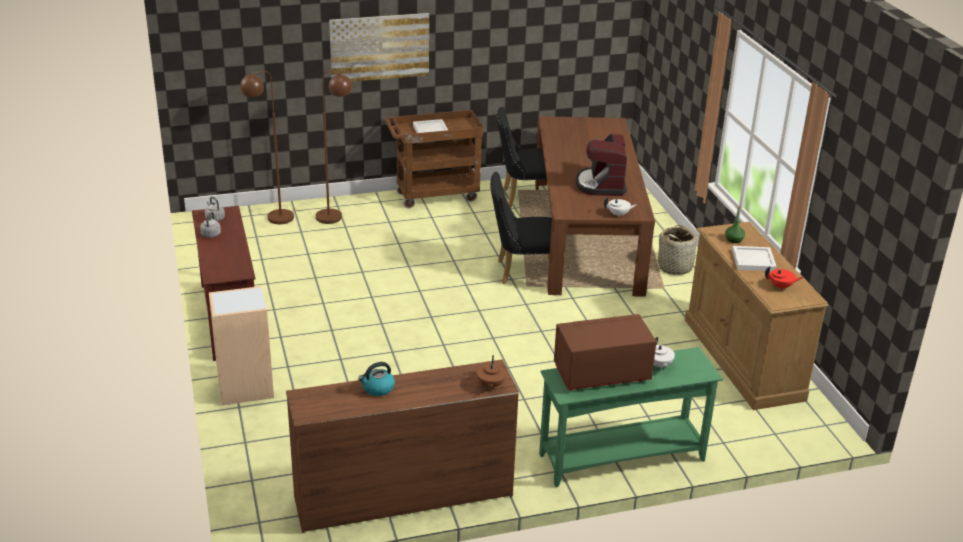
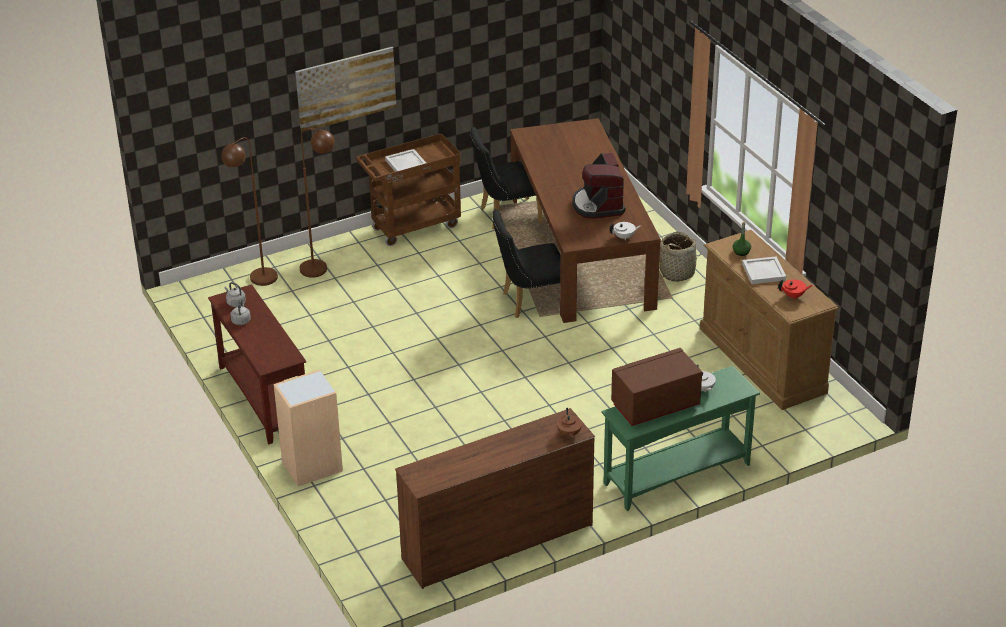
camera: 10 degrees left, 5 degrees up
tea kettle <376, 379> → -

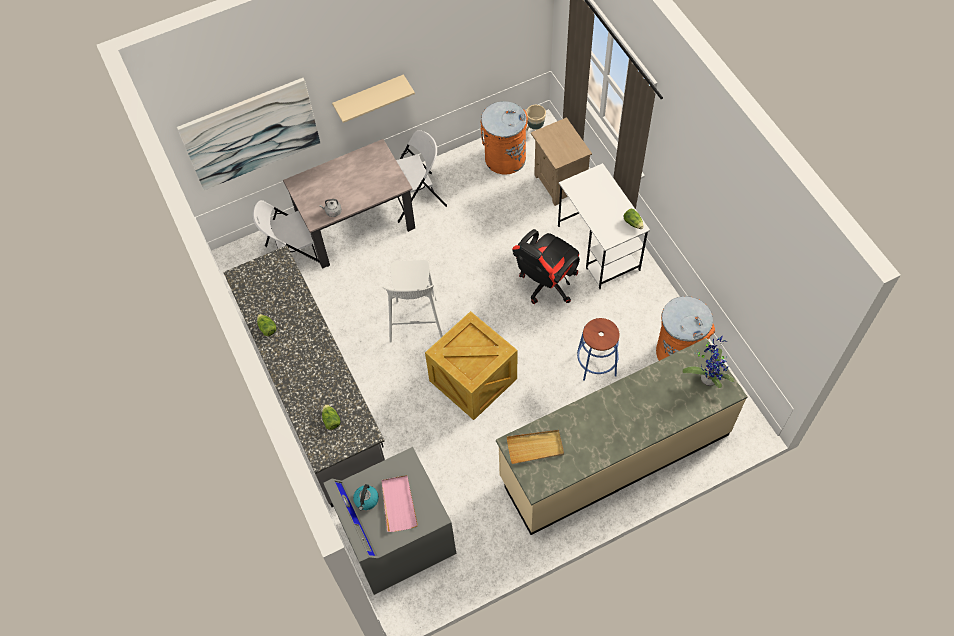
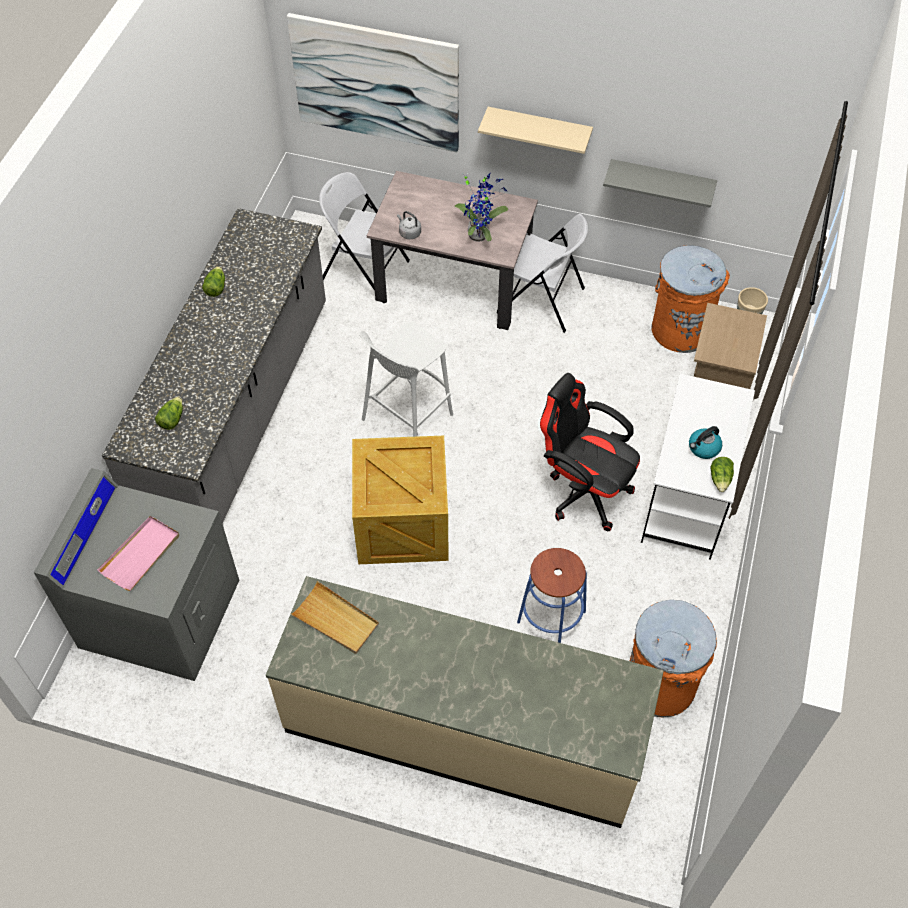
camera: 40 degrees right, 5 degrees down
tea kettle <366, 497> → tea kettle <705, 442>, moved
computer chair (black) <546, 266> → computer chair (black) <590, 452>, 45 degrees clockwise
plant in a pot <708, 362> → plant in a pot <481, 207>, moved
- → shelf (grey) <660, 183>

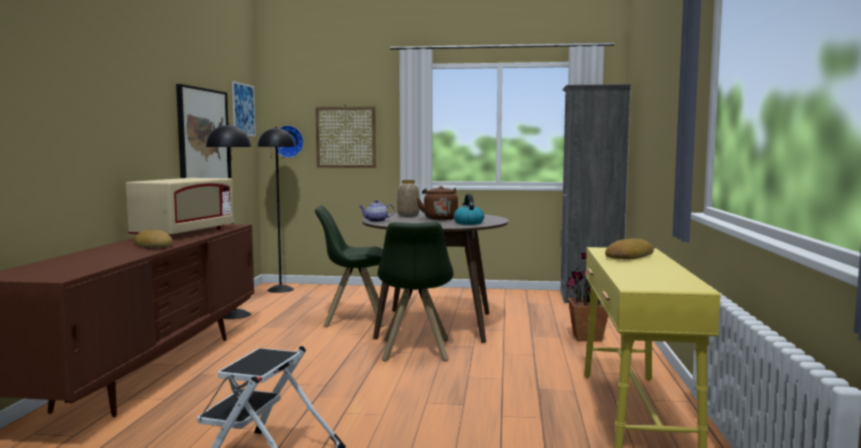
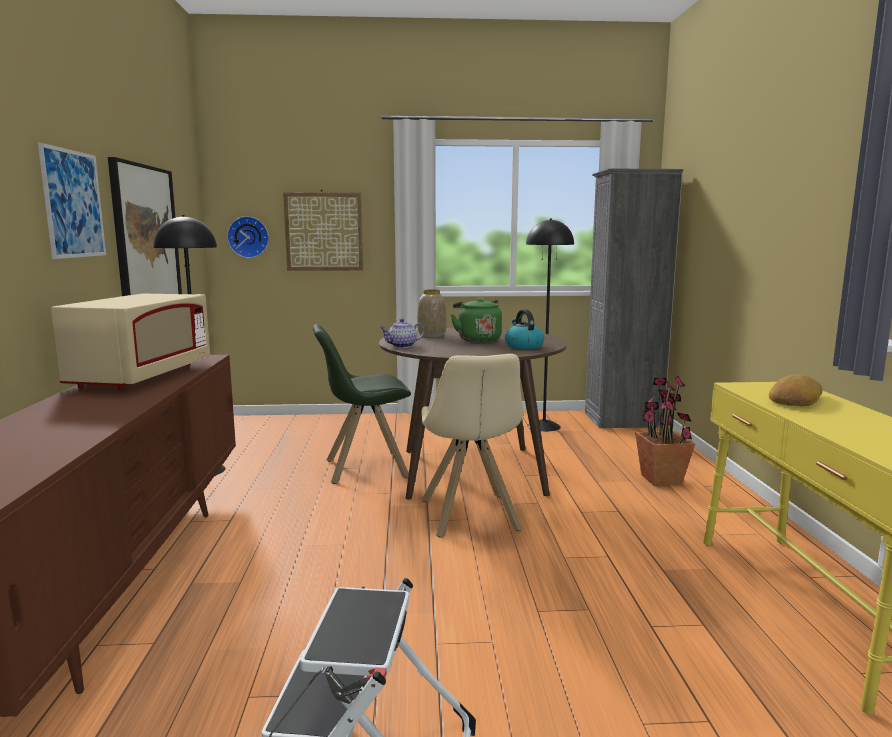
camera: 10 degrees left, 5 degrees up
bakery bread <153, 238> → -
wall art <244, 108> → wall art <72, 201>, moved
floor lamp (black) <276, 210> → floor lamp (black) <550, 325>, moved
chair (greenish) <415, 291> → chair (sand-coloured) <472, 446>
tea kettle (brown-coloured) <437, 203> → tea kettle (greenish) <476, 320>

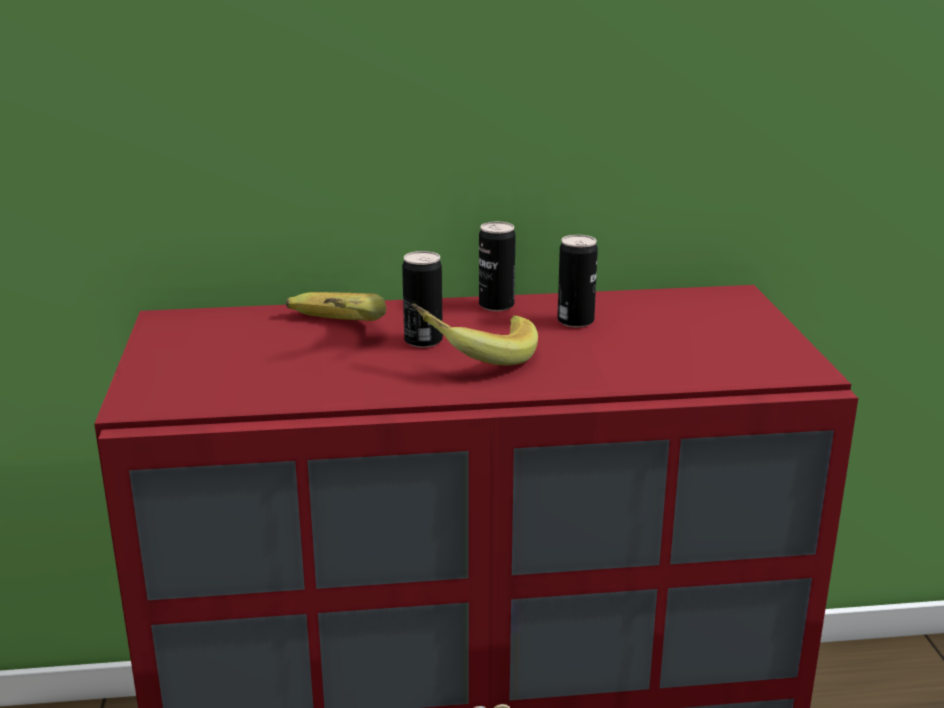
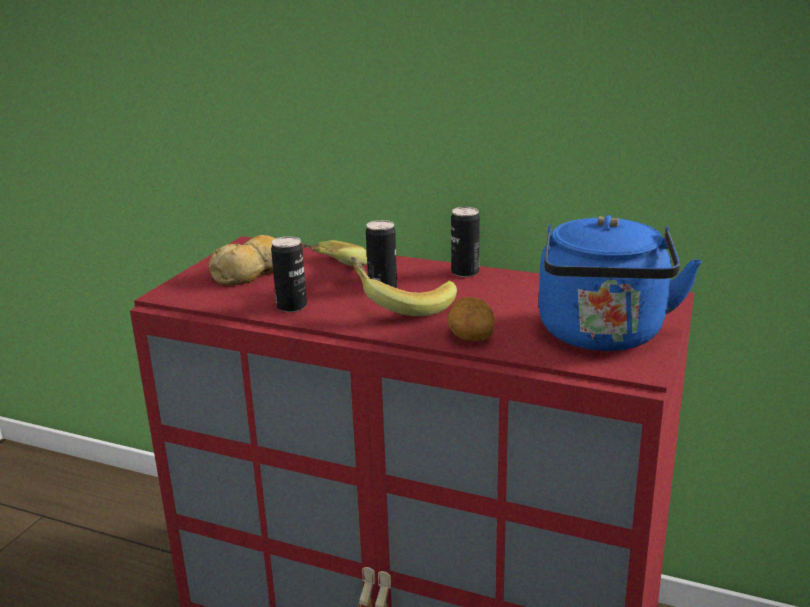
camera: 30 degrees right, 0 degrees up
can <577, 281> → can <289, 274>, moved
- → bakery bread <242, 260>
- → whole potato <470, 319>
- → tea kettle (blue) <620, 283>

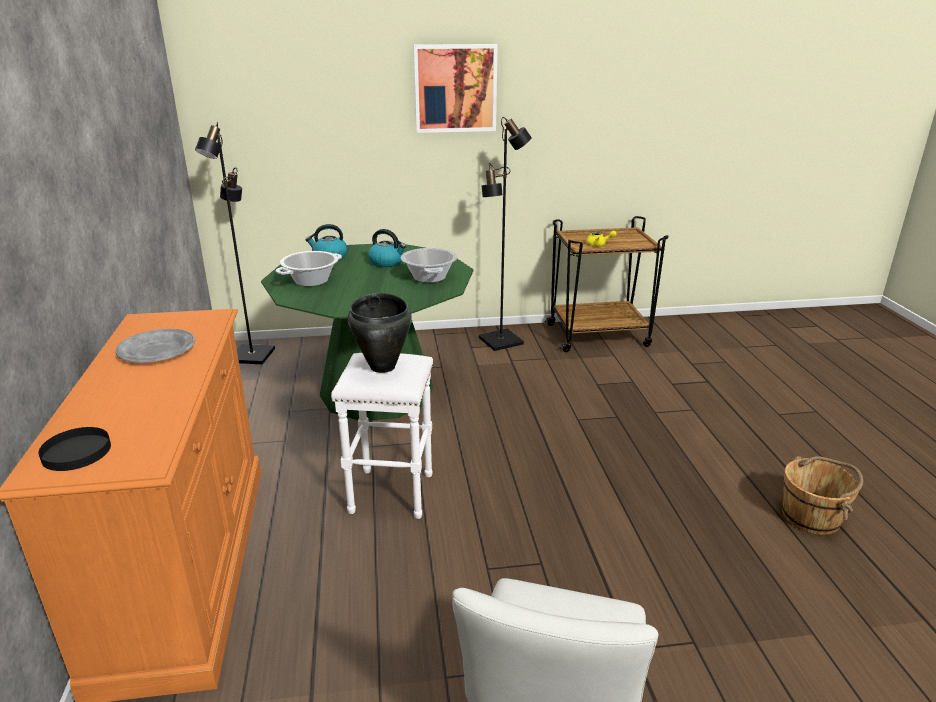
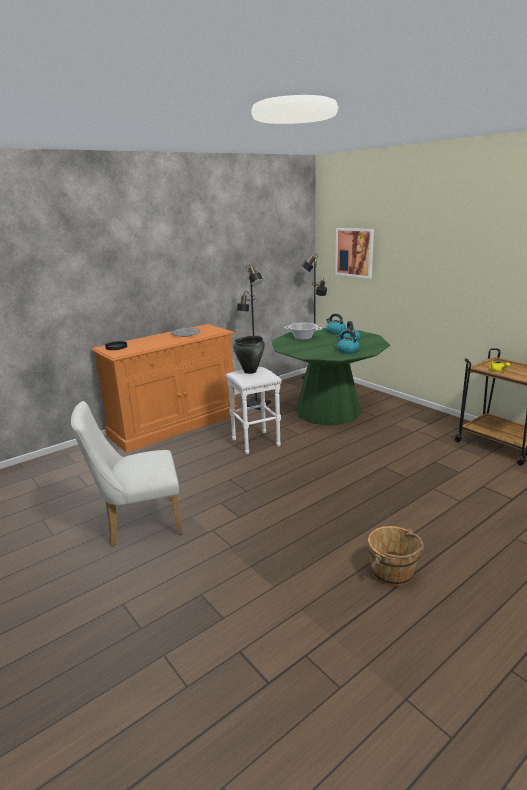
camera: 60 degrees right, 5 degrees down
cooking pot <429, 265> → tea kettle <348, 342>
wall art <455, 88> → wall art <354, 253>, moved
floor lamp (black) <505, 234> → floor lamp (black) <254, 337>, moved

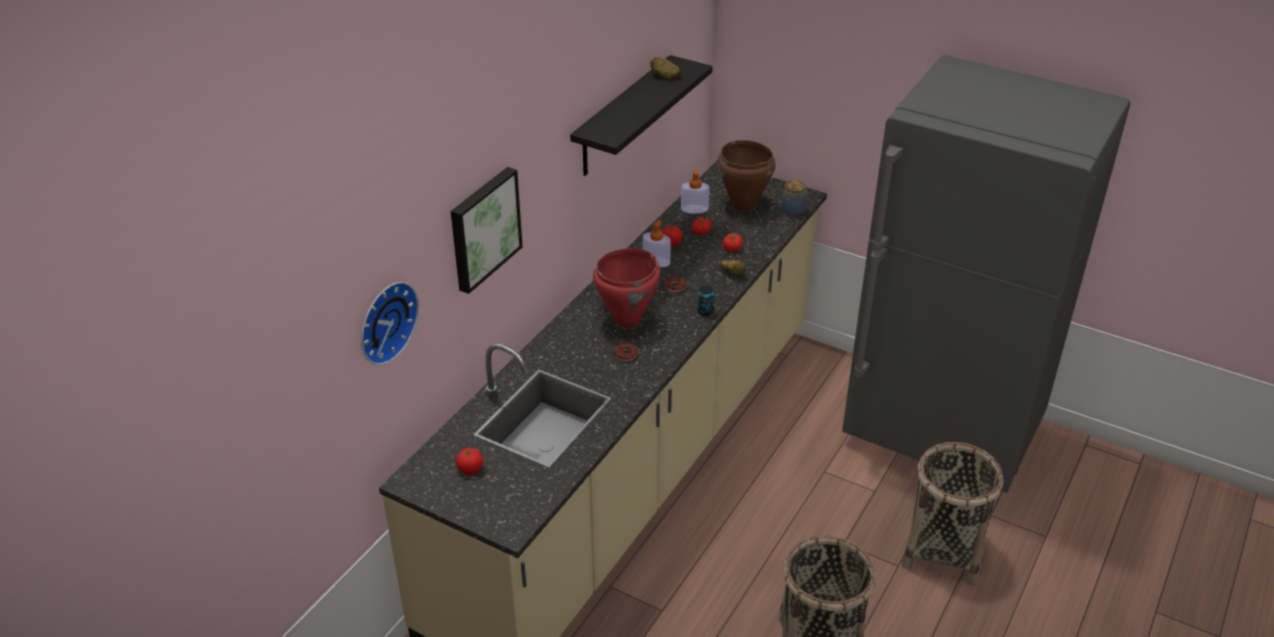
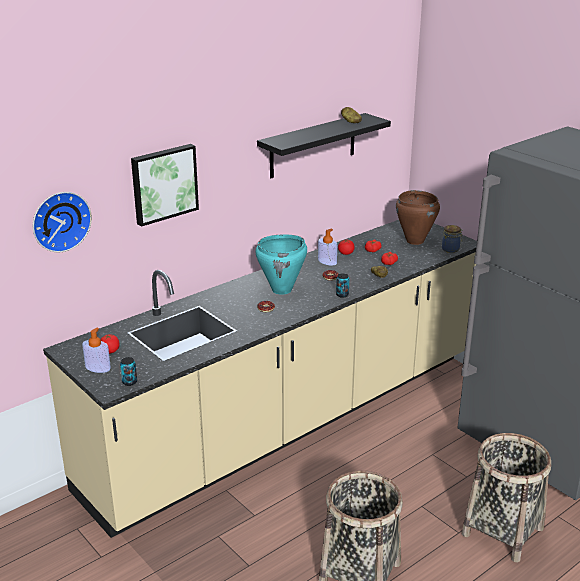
camera: 20 degrees right, 10 degrees down
cooking pot (red-coloured) <626, 288> → cooking pot (blue-green) <281, 265>
soap bottle <695, 191> → soap bottle <96, 350>, moved
- → can <128, 371>

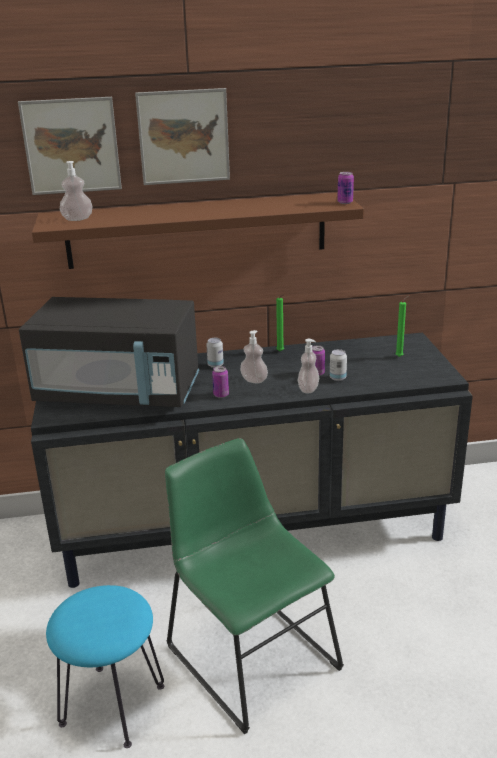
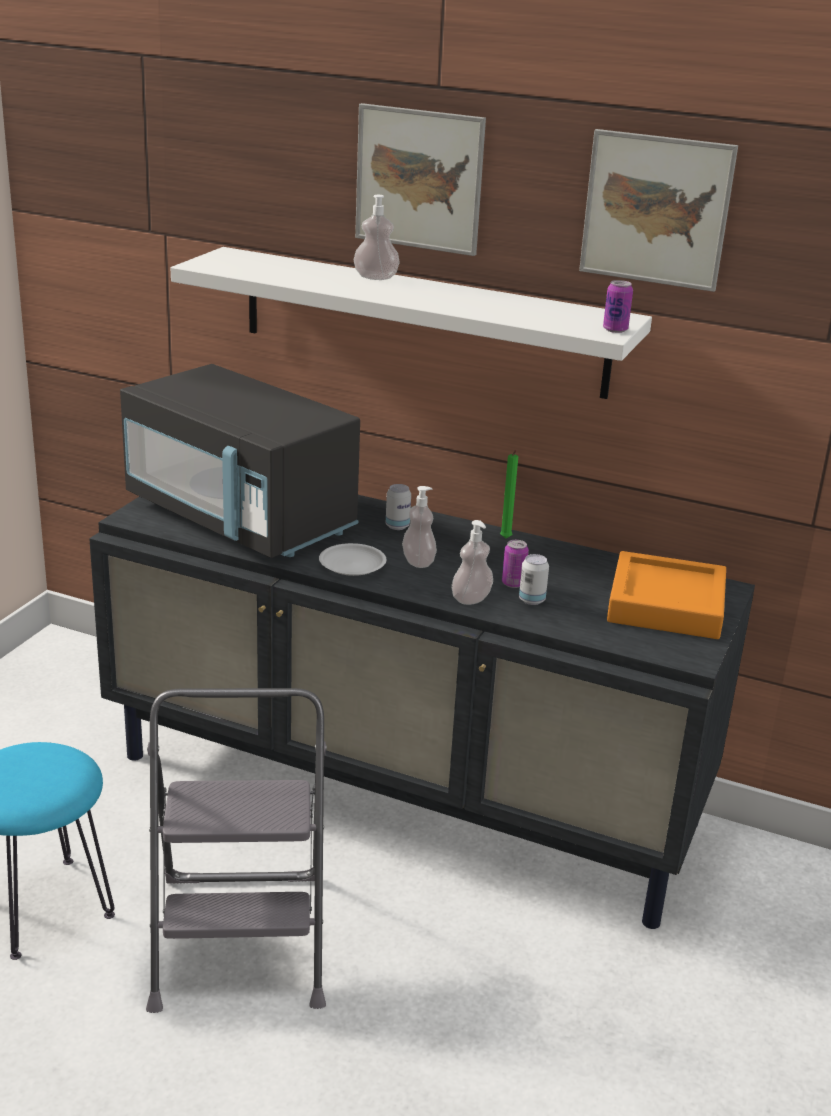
camera: 30 degrees right, 0 degrees up
wall art <70, 146> → wall art <658, 210>, moved
shelf (brown-coloured) <198, 231> → shelf (white) <411, 323>
soap bottle <76, 191> → soap bottle <377, 237>, moved
chair (greenish) <254, 586> → step ladder (grey) <236, 850>
can <220, 382> → plate (white) <353, 559>
wax candle (greenish) <401, 326> → tray (orange-coloured) <666, 595>

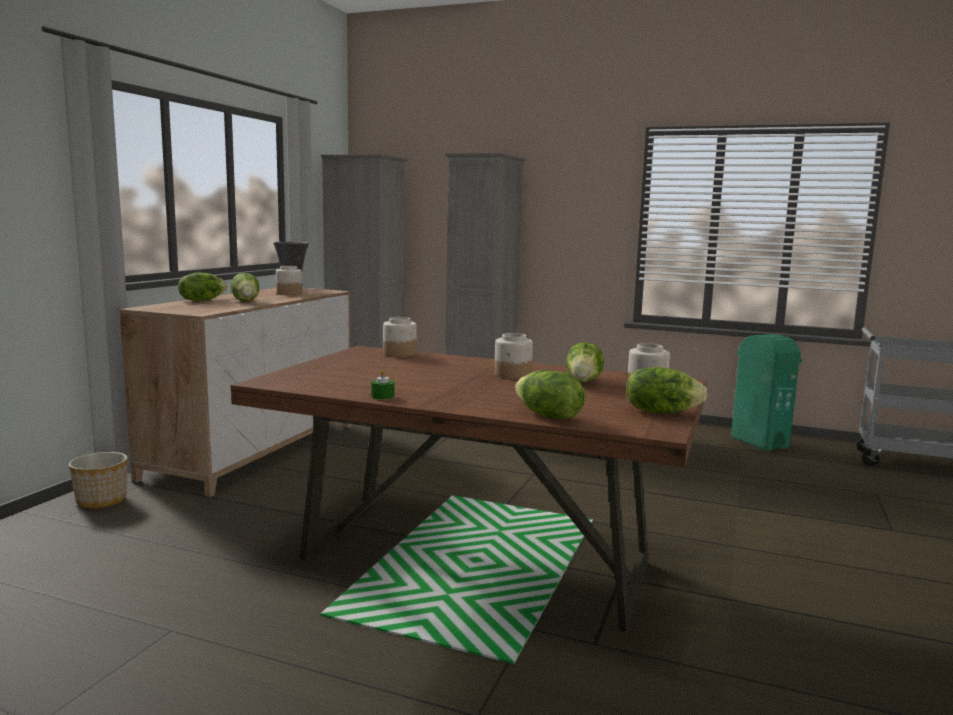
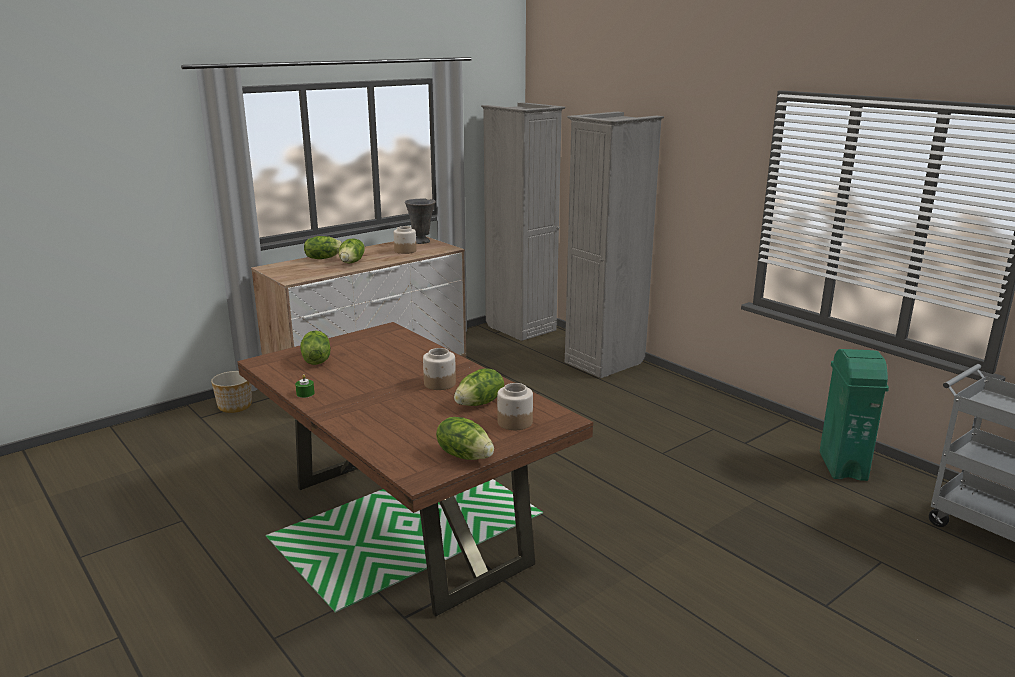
camera: 30 degrees right, 10 degrees up
jar <400, 337> → -
lettuce head <550, 394> → lettuce head <315, 347>, moved

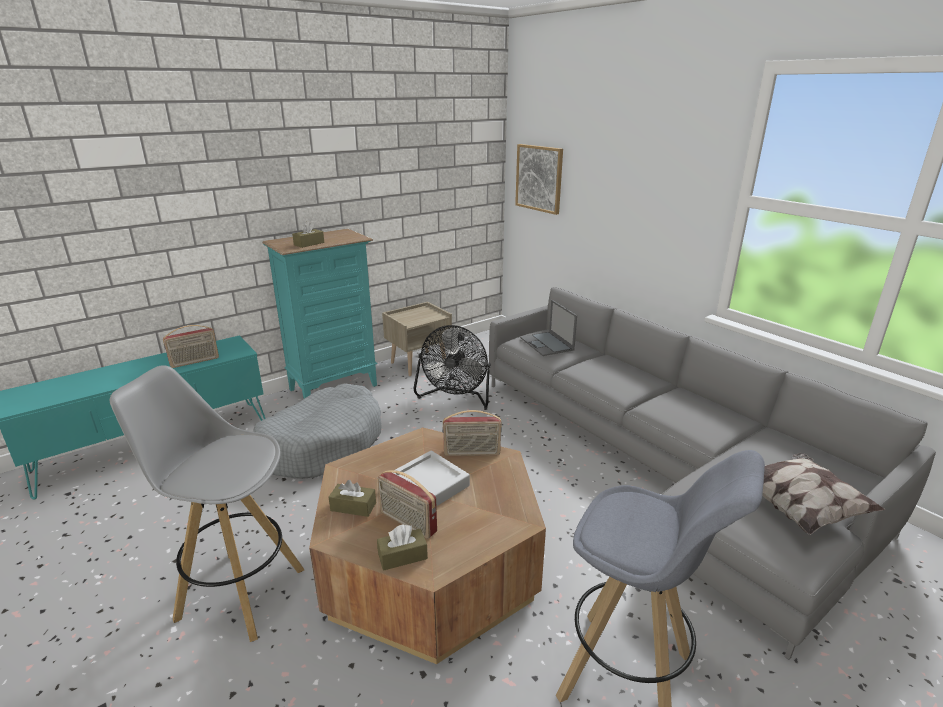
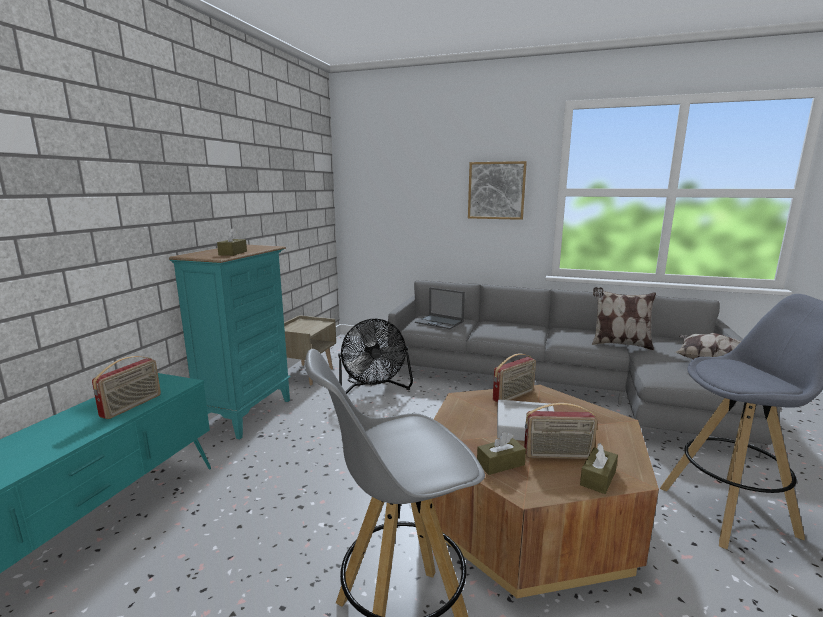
camera: 35 degrees left, 10 degrees down
dog bed (grey) <317, 431> → -
wall art <539, 179> → wall art <497, 190>, moved
- → pillow <624, 318>

